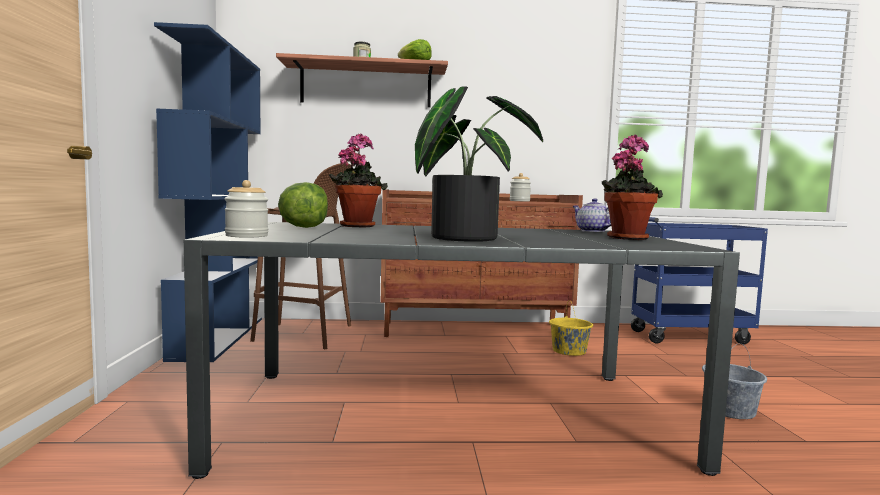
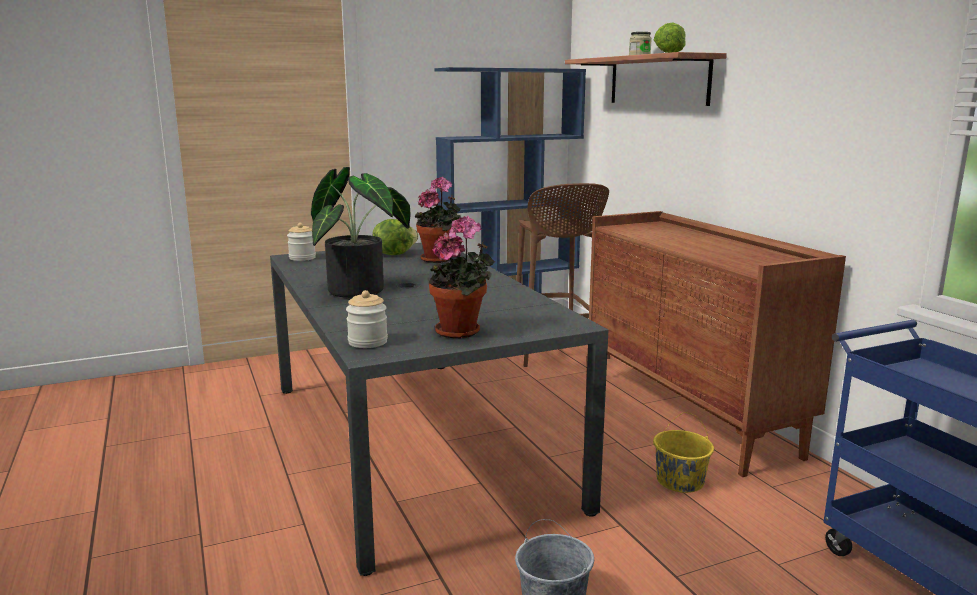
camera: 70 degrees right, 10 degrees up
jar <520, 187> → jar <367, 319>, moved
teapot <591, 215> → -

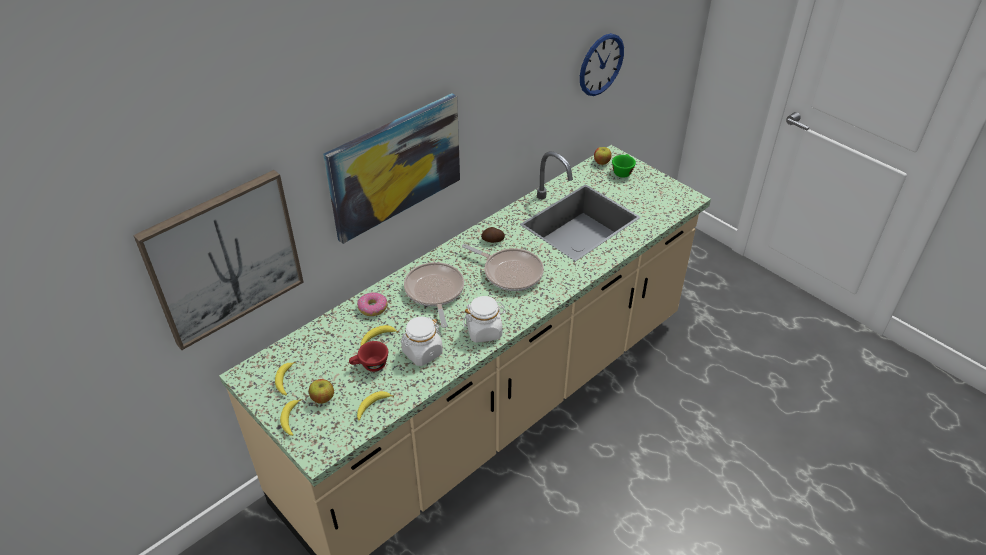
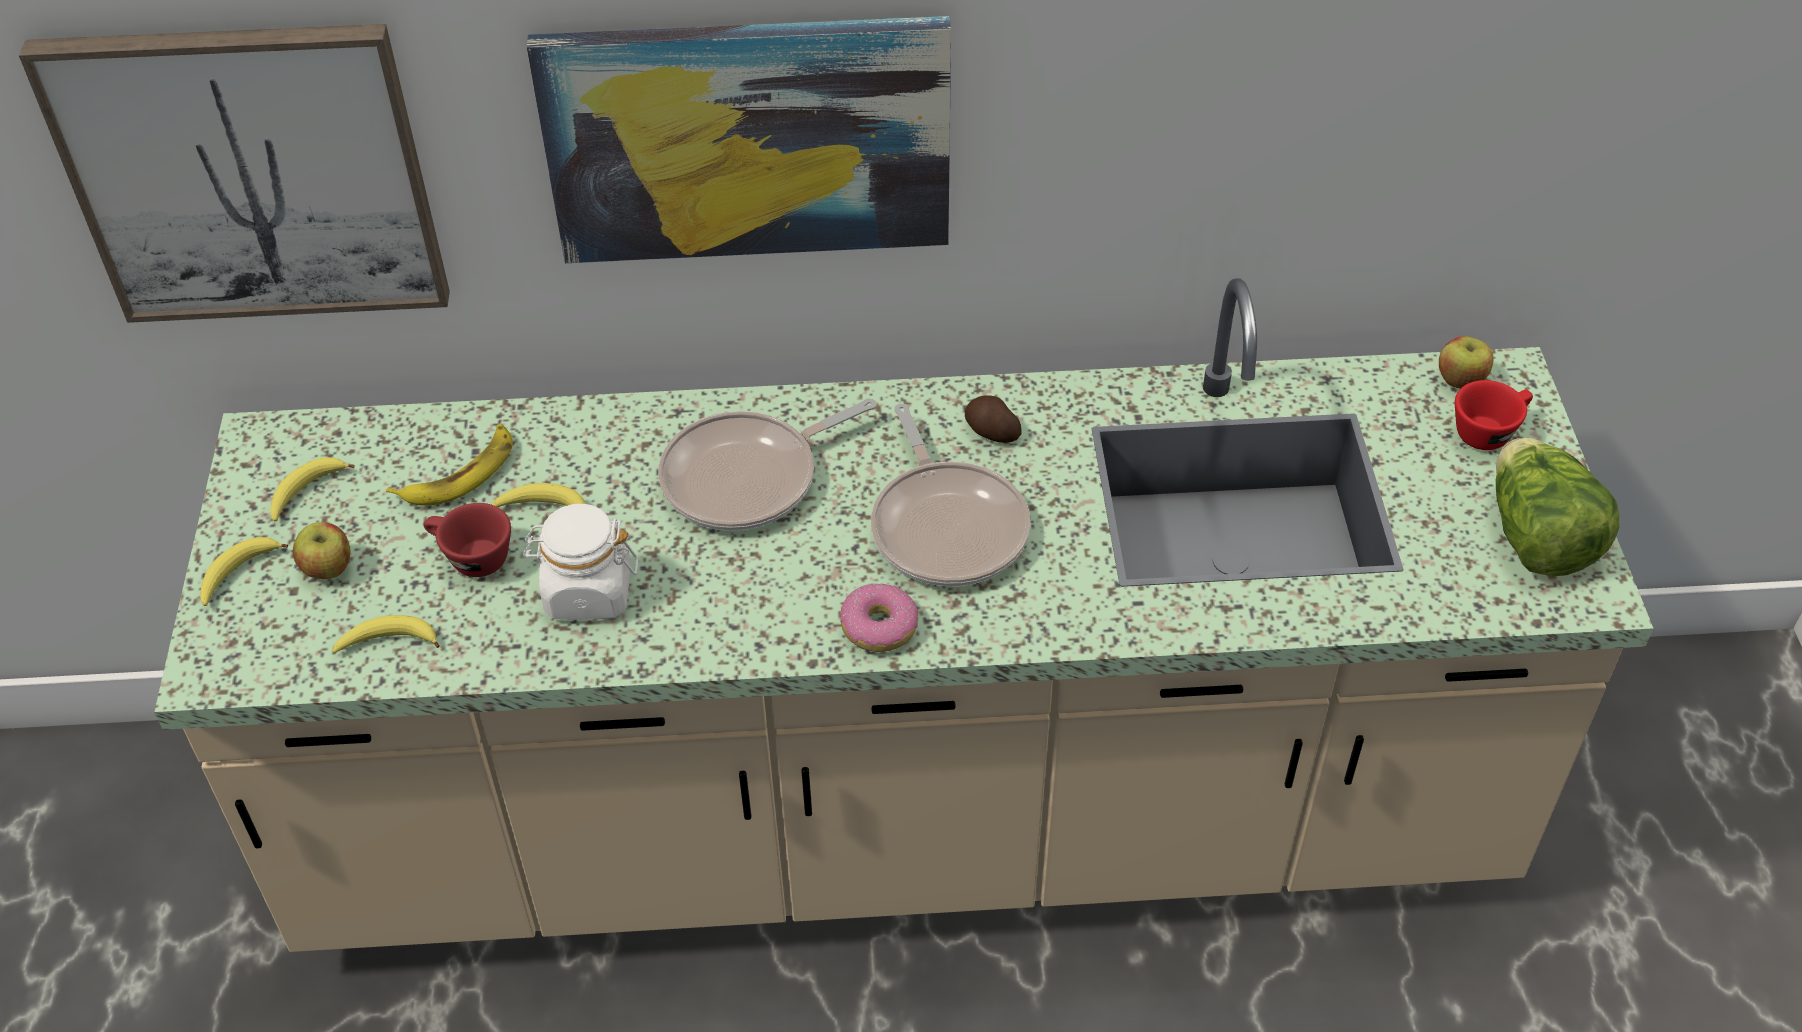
camera: 40 degrees right, 5 degrees up
donut <372, 304> → donut <879, 617>, moved
frying pan <434, 295> → frying pan <767, 464>, 150 degrees counterclockwise
jar (white) <484, 319> → -
wall clock <602, 64> → -
small cup (greenish) <624, 166> → small cup (red-coloured) <1494, 415>
- → banana <449, 464>
- → lettuce head <1557, 507>

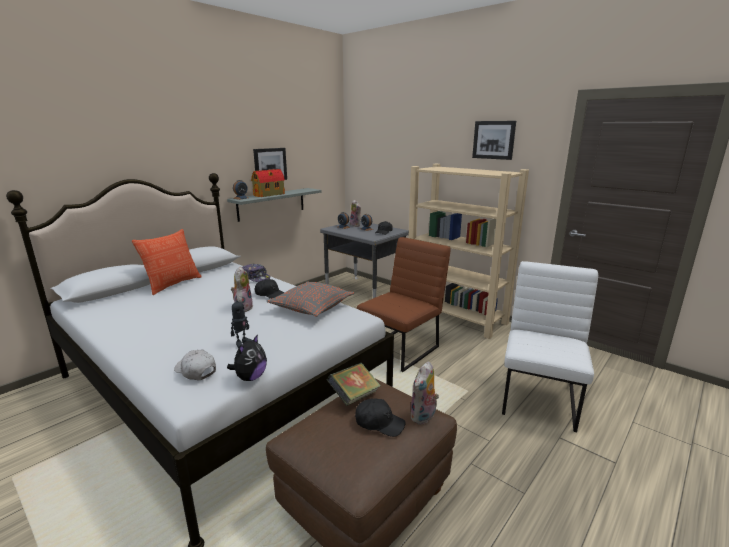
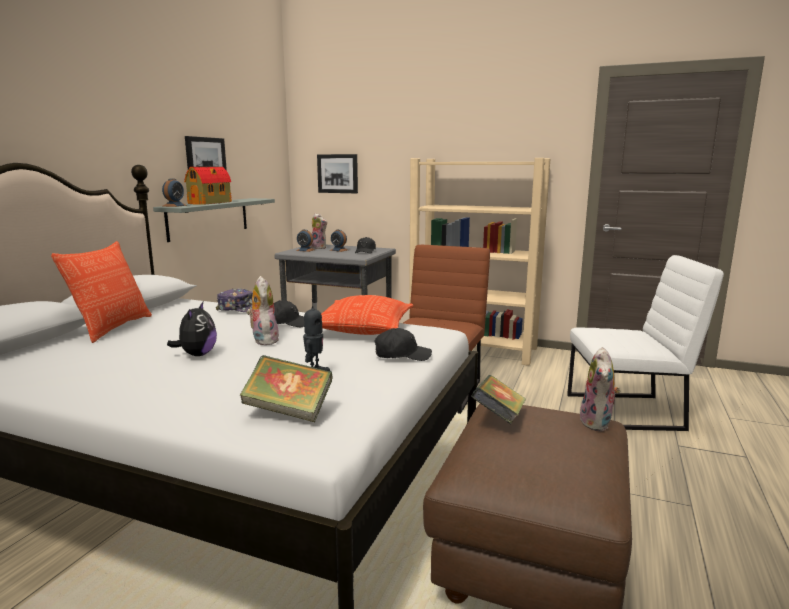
camera: 20 degrees left, 5 degrees down
baseball cap (white) <195, 365> → volume <286, 388>
plush toy <247, 357> → plush toy <192, 329>, moved
pillow (grey) <310, 299> → pillow (orange-coloured) <367, 315>
baseball cap (black) <380, 417> → baseball cap (black) <403, 344>, moved
wall art <494, 140> → wall art <337, 173>, moved
chair (white) <550, 346> → chair (white) <645, 343>, 90 degrees clockwise

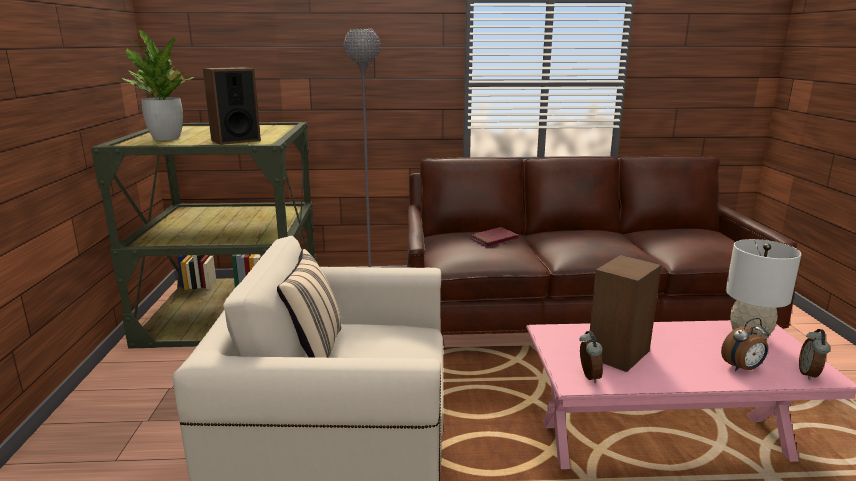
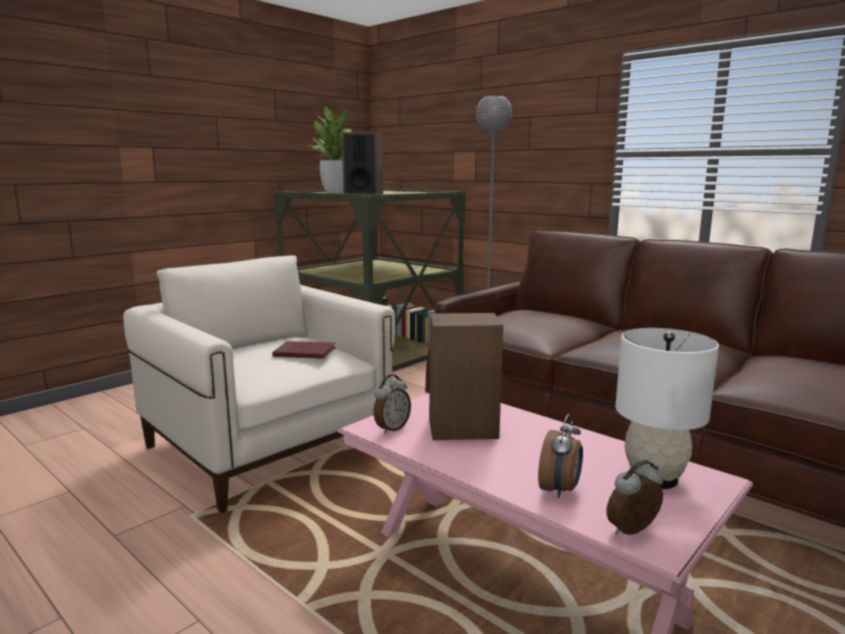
camera: 45 degrees right, 5 degrees down
pillow (sand-coloured) <309, 303> → -
volume (red-coloured) <494, 237> → volume (red-coloured) <304, 350>, moved
alarm clock <745, 344> → alarm clock <560, 456>, 90 degrees counterclockwise

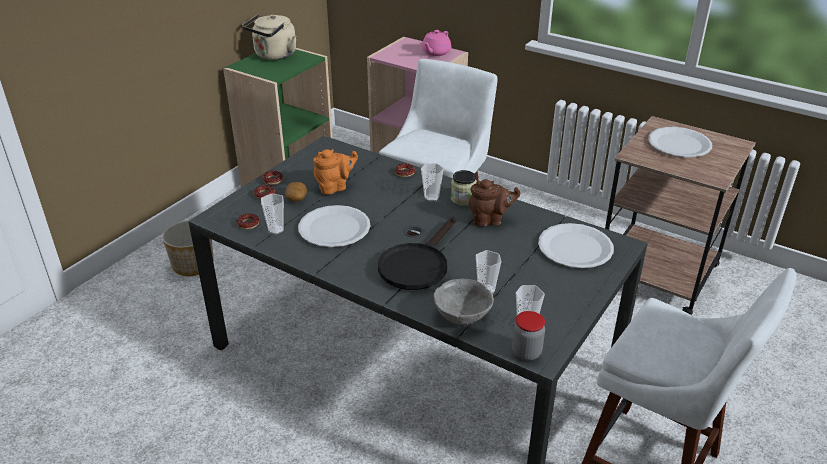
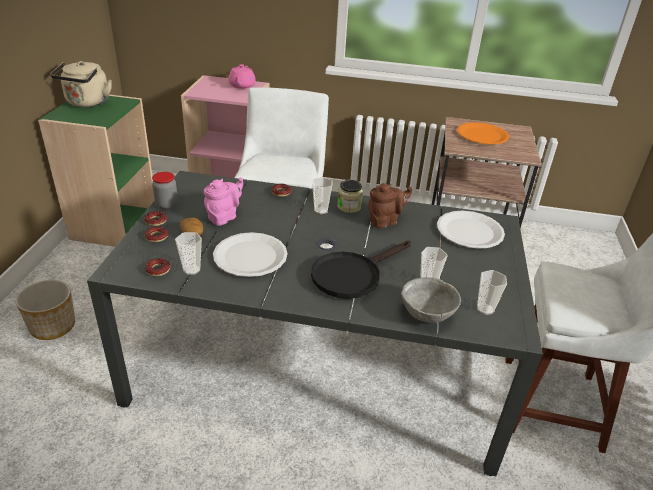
camera: 25 degrees left, 0 degrees up
teapot (orange-coloured) <335, 172> → teapot (pink-coloured) <223, 201>
frying pan (black) <417, 253> → frying pan (black) <361, 270>, 45 degrees clockwise
jar <528, 336> → jar <165, 190>, moved
plate (white) <680, 142> → plate (orange-coloured) <483, 133>

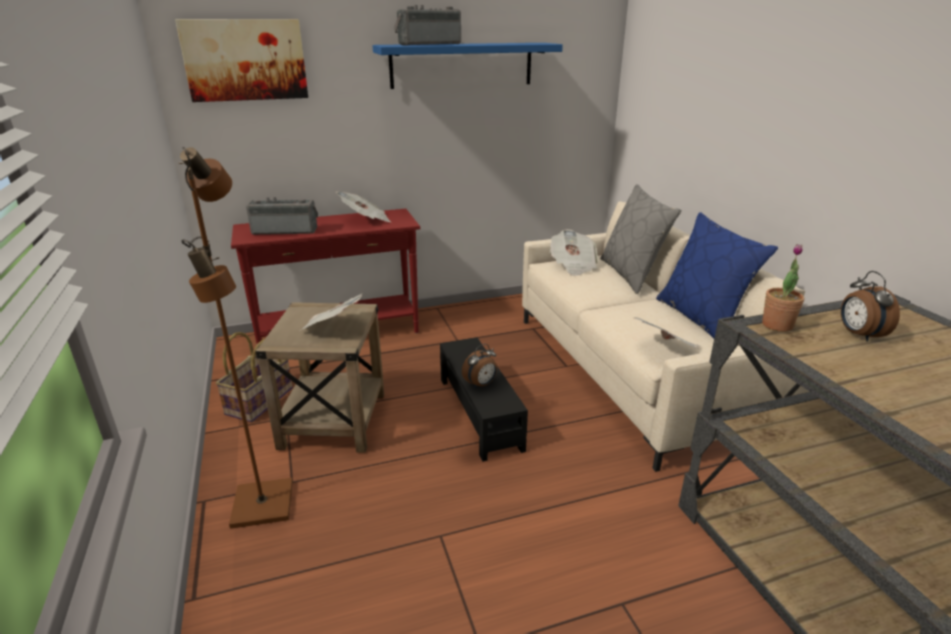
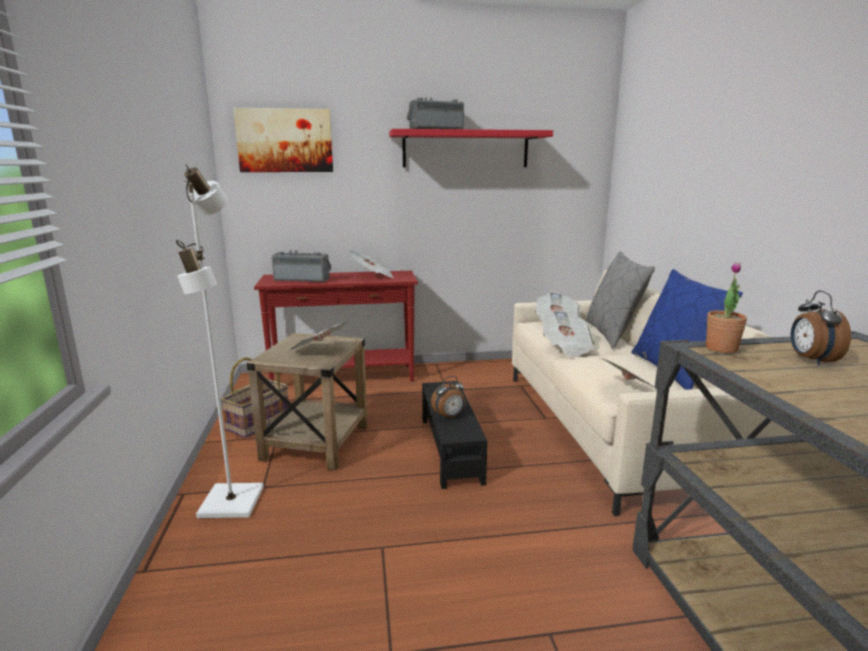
camera: 10 degrees right, 10 degrees down
floor lamp (brown-coloured) <235, 338> → floor lamp (white) <220, 341>
shelf (blue) <467, 66> → shelf (red-coloured) <471, 148>
- → printed paper <569, 334>

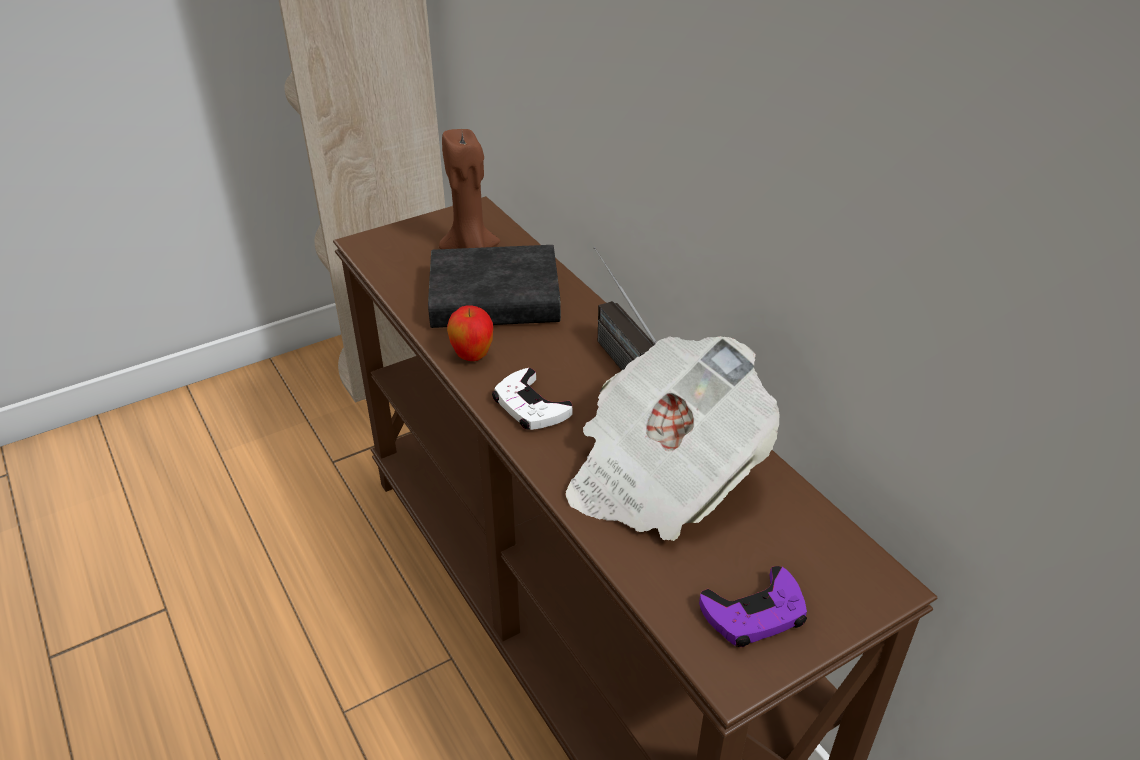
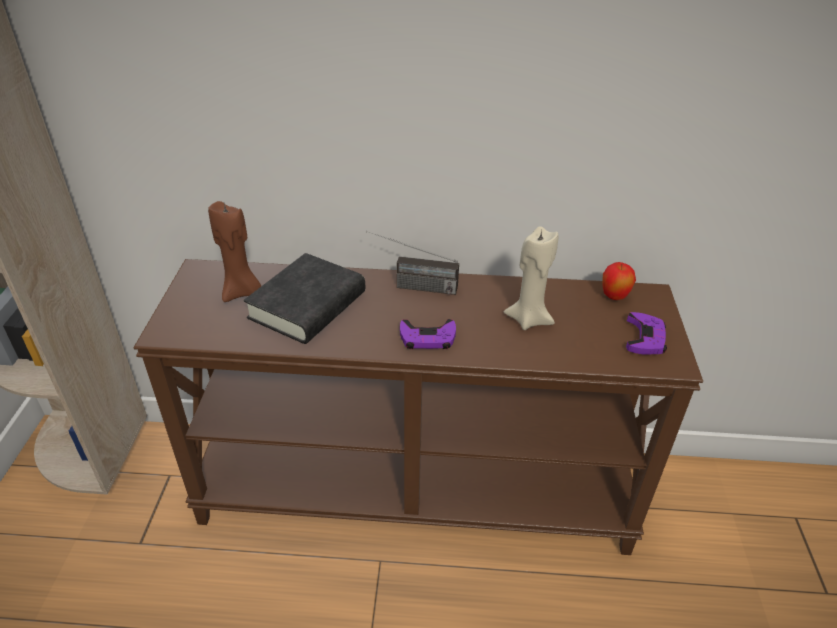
camera: 55 degrees left, 0 degrees up
apple fruit <470, 333> → apple fruit <619, 281>, moved
game controller (white) <532, 399> → game controller (purple) <428, 334>
printed paper <672, 438> → wax candle (sand-coloured) <531, 278>

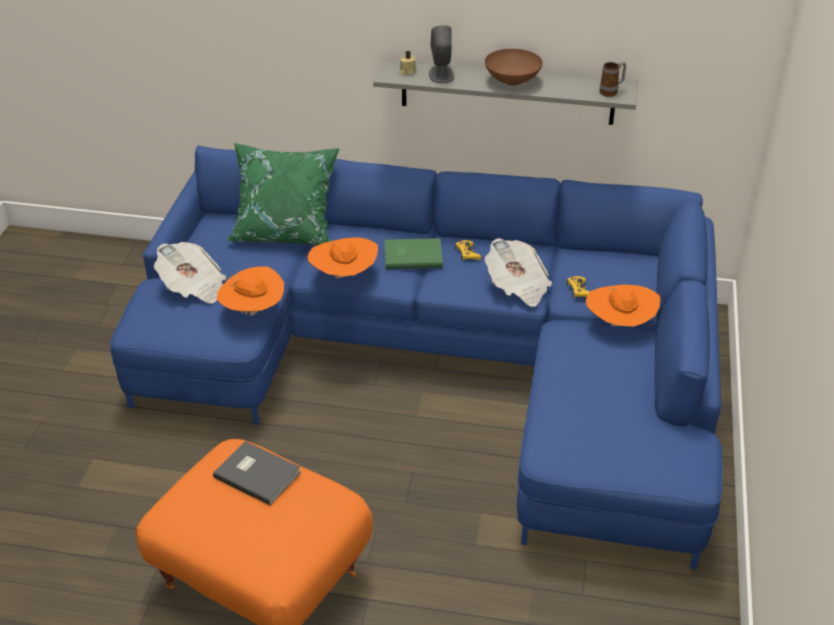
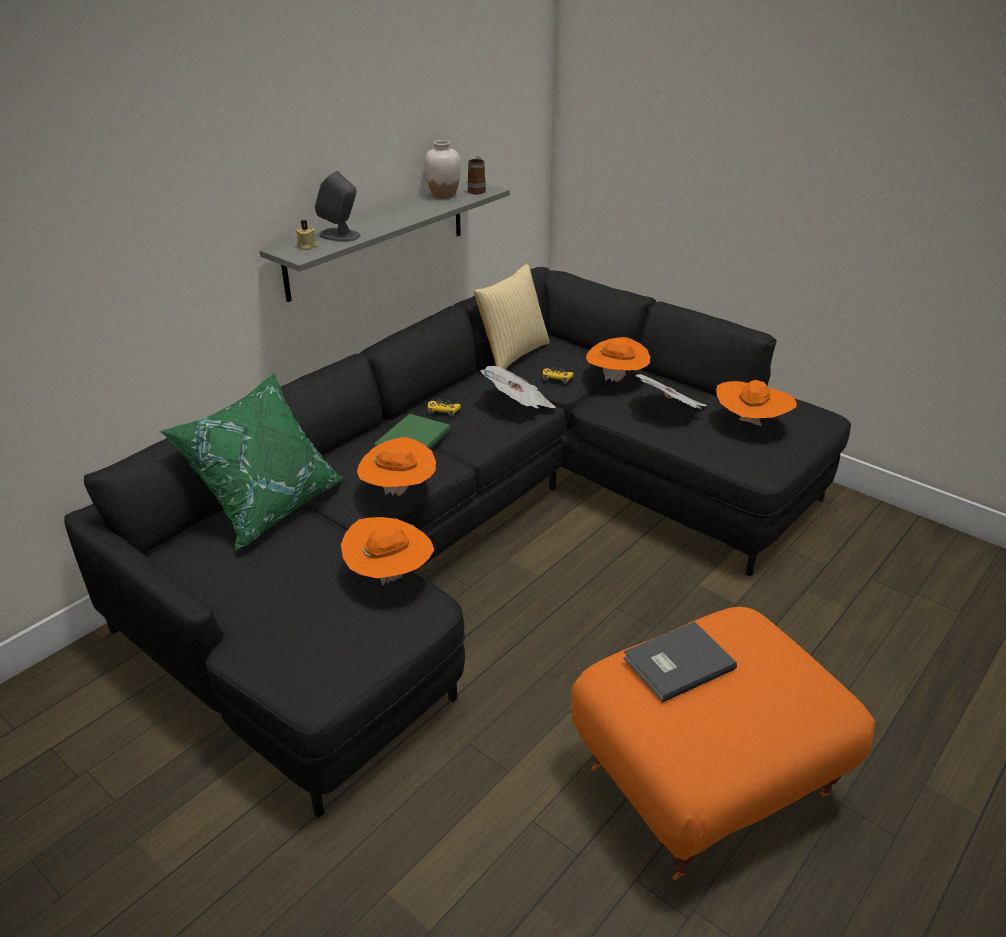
camera: 60 degrees left, 5 degrees down
couch (blue) <416, 357> → couch (black) <457, 542>
printed paper <190, 273> → printed paper <671, 391>, moved
deep dish (brown-coloured) <514, 67> → -
- → flower vase (white) <442, 169>
- → pillow <512, 316>
- → wearable hat (orange-coloured) <756, 403>

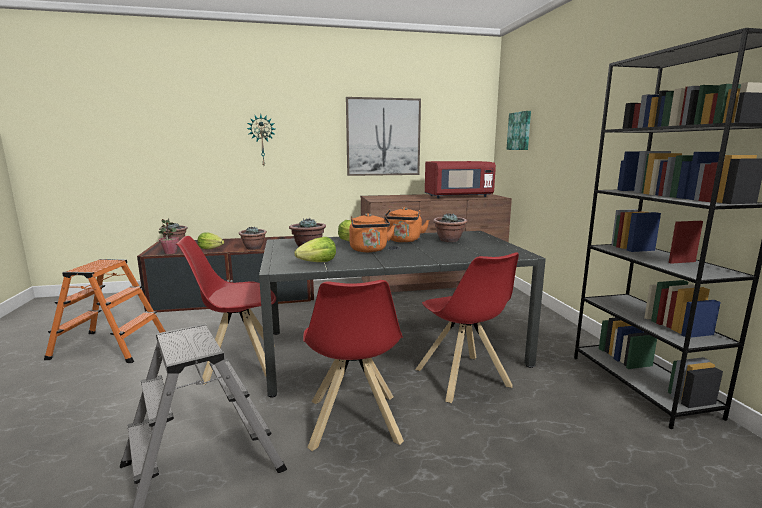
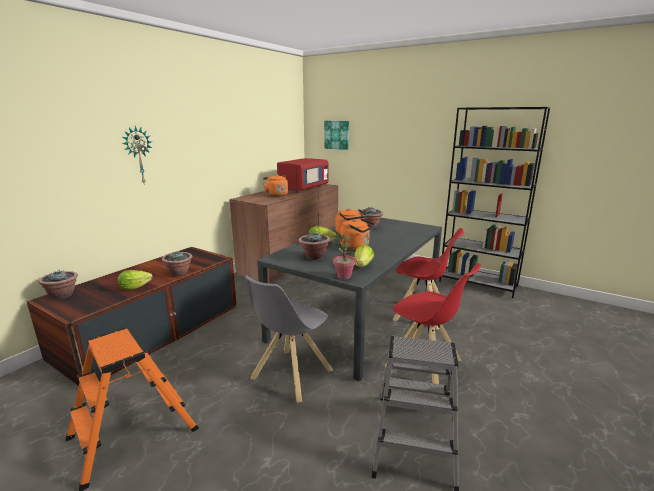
camera: 45 degrees left, 5 degrees up
plant in a pot <168, 236> → plant in a pot <344, 256>, moved
chair (red-coloured) <226, 310> → chair (grey) <289, 339>
wall art <383, 136> → -
- → tea kettle (orange-coloured) <275, 185>

